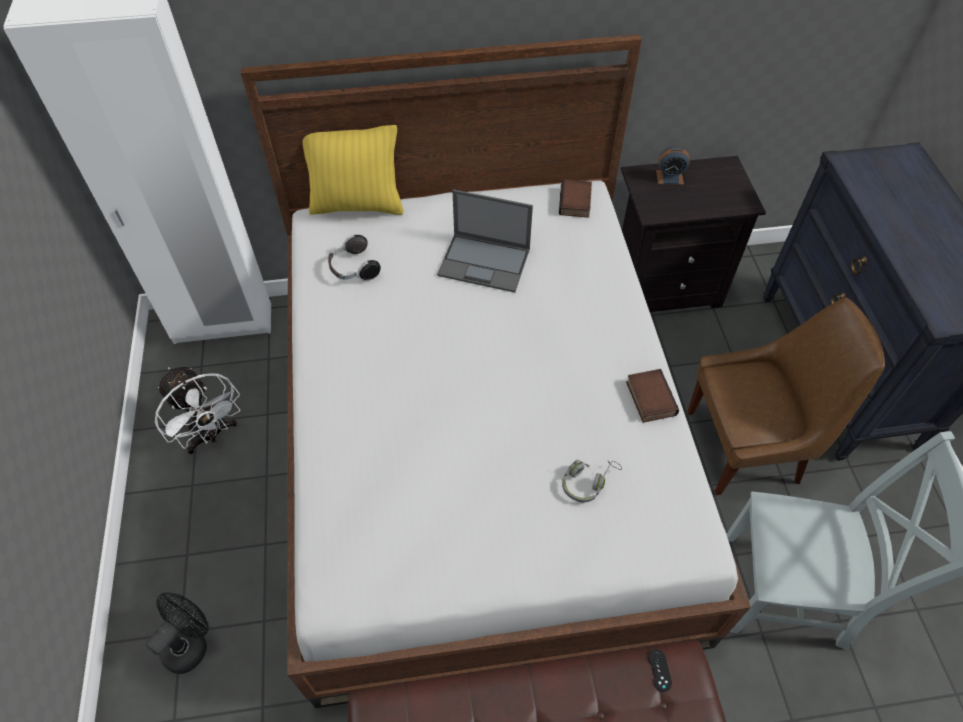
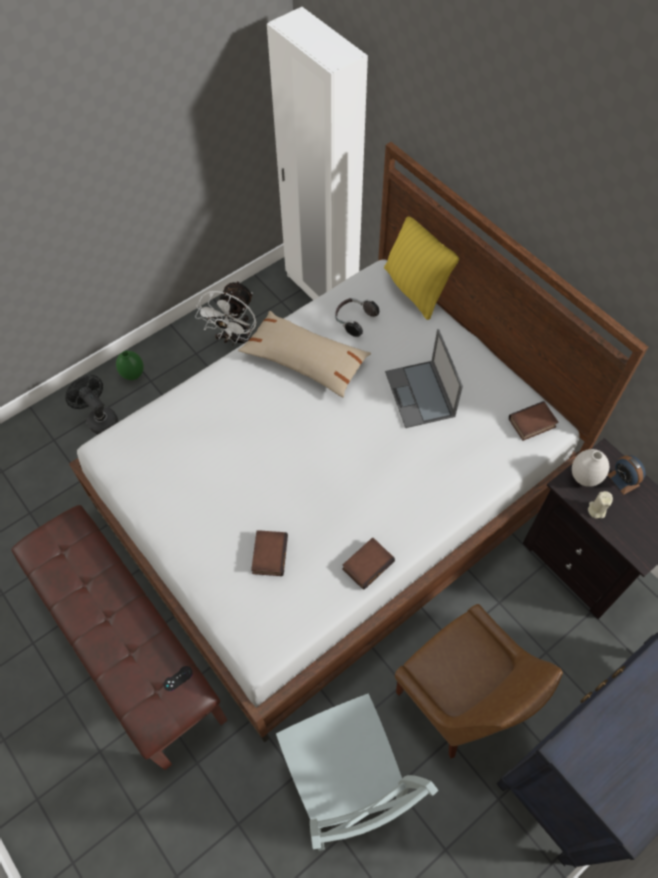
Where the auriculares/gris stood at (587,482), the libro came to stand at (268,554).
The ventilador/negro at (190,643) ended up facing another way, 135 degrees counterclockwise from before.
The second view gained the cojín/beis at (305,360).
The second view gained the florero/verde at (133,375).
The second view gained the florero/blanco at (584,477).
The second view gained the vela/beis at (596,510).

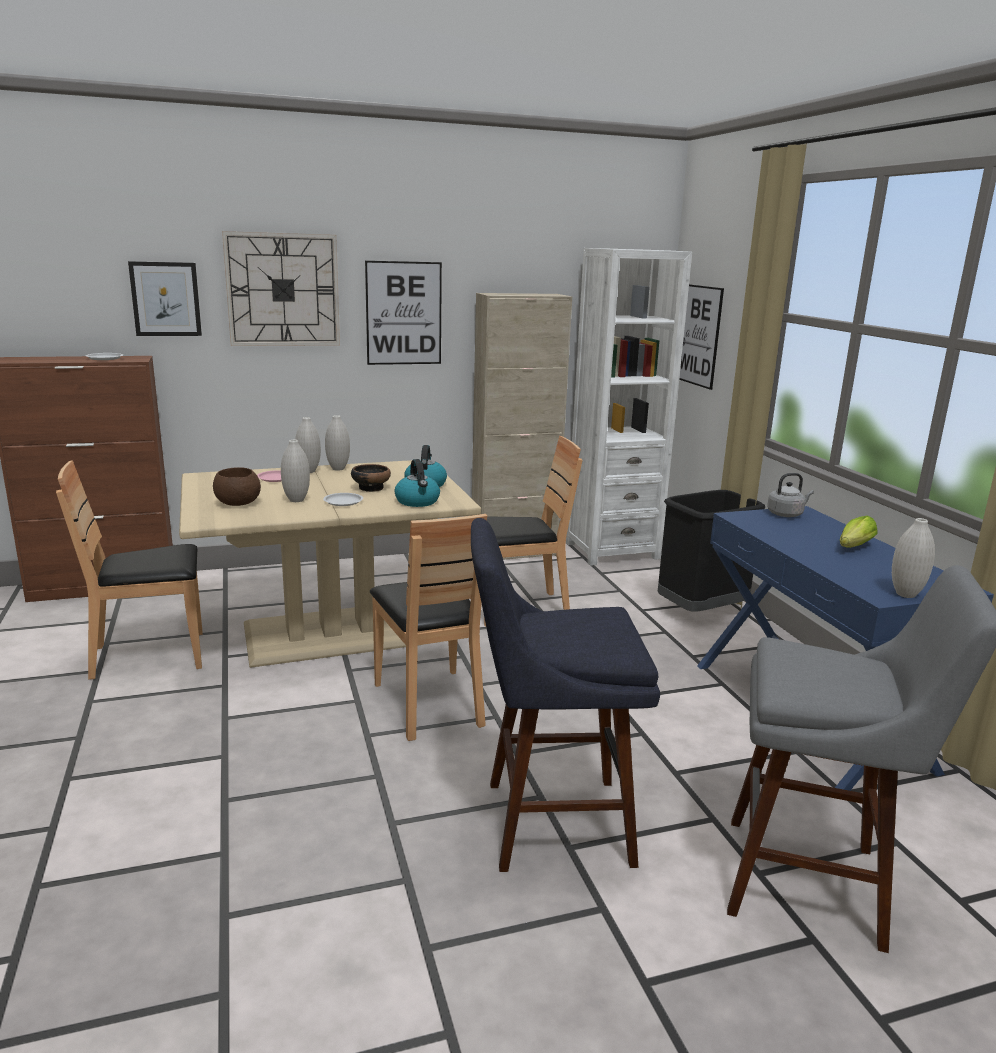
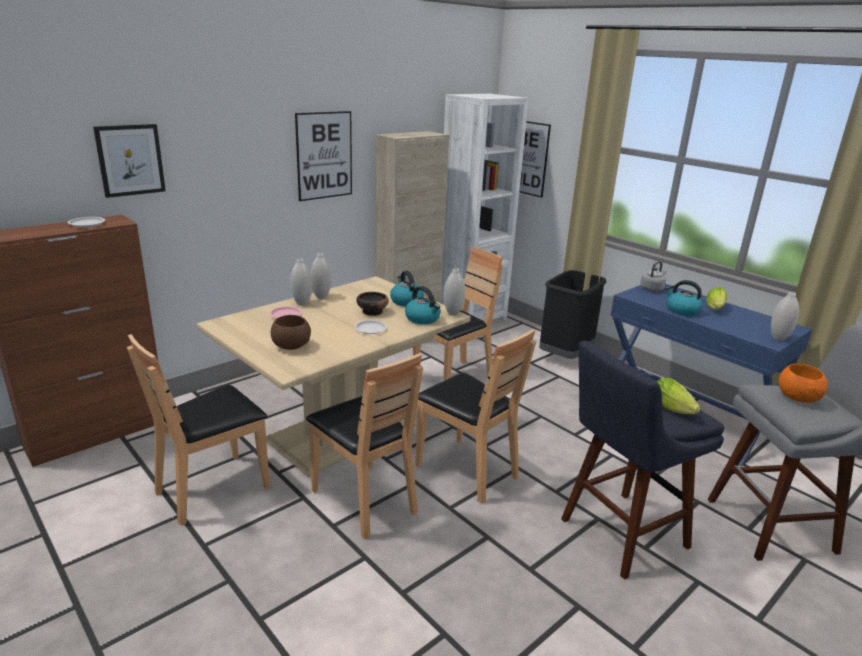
The second view lost the reloj de pared at (283,290).
The florero/blanco ended up elsewhere, having gone from (296,500) to (453,313).
The second view gained the hervidor at (682,310).
The second view gained the silla/marrón at (364,500).
The second view gained the cuenco/naranja at (796,398).
The second view gained the lechuga at (673,409).

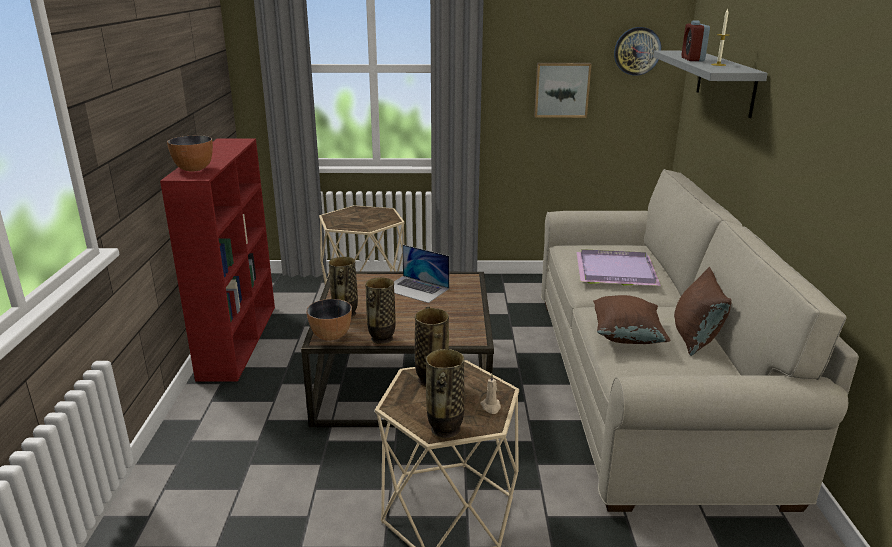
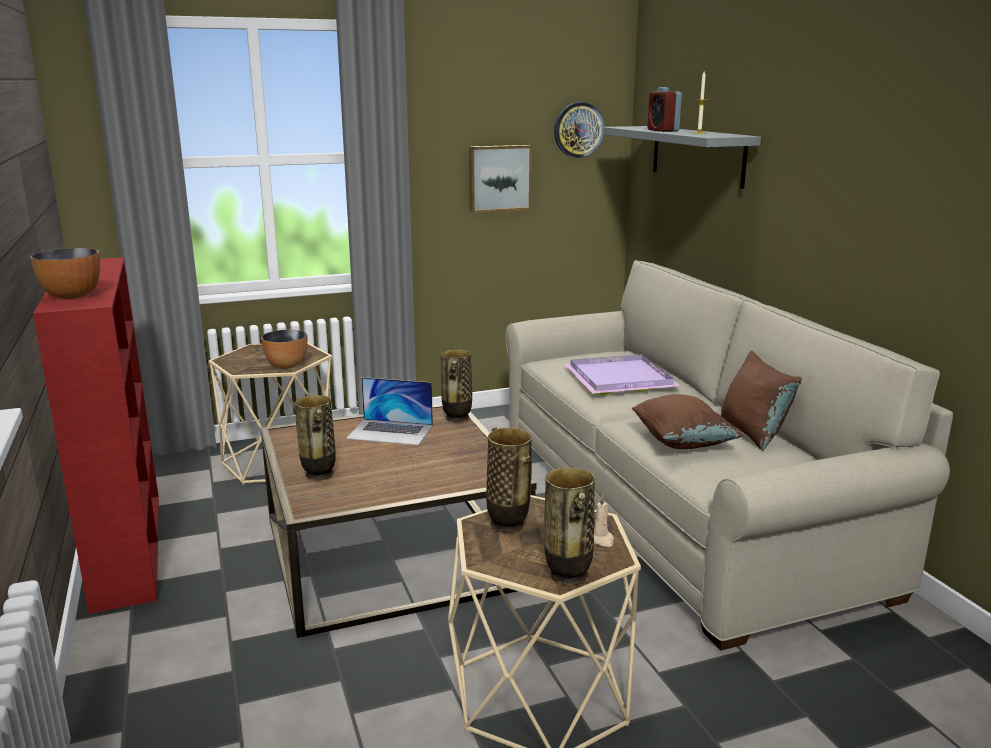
The florero ended up elsewhere, having gone from (381,339) to (457,418).
The cuenco ended up elsewhere, having gone from (331,336) to (286,365).

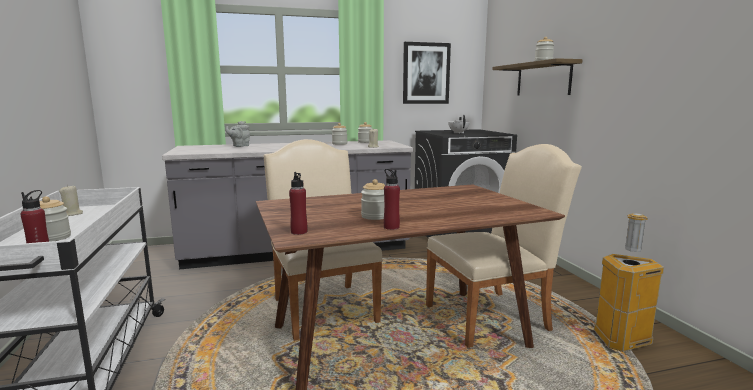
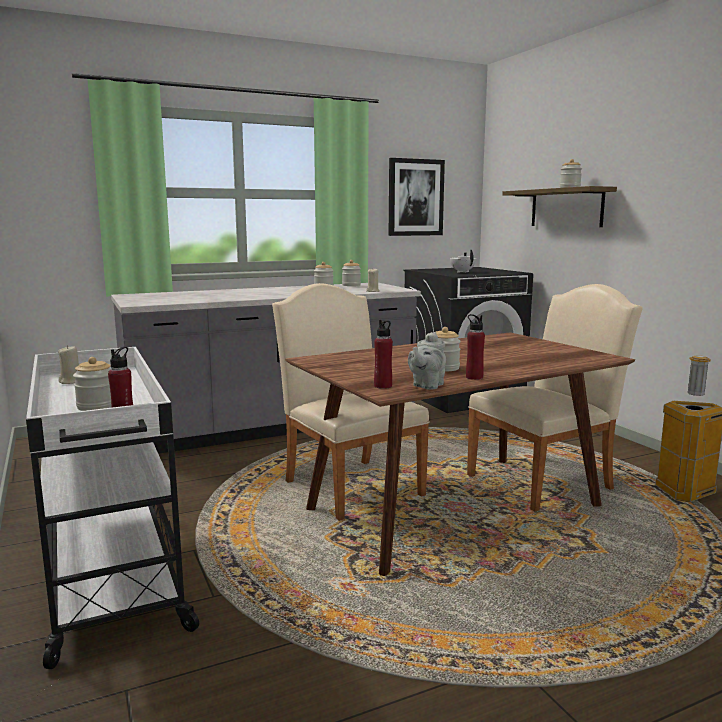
The tetera/gris ended up elsewhere, having gone from (239,146) to (427,386).

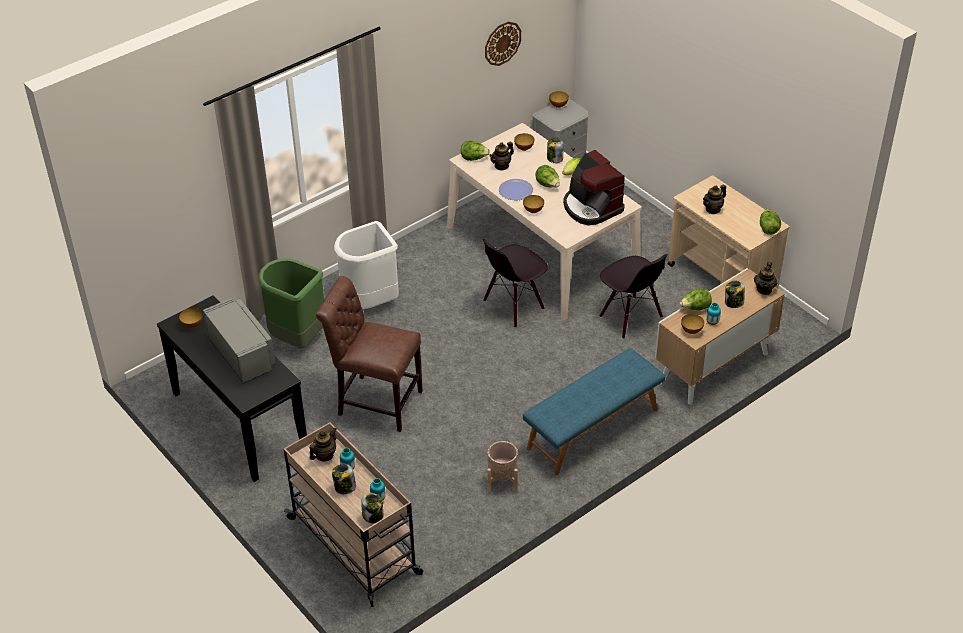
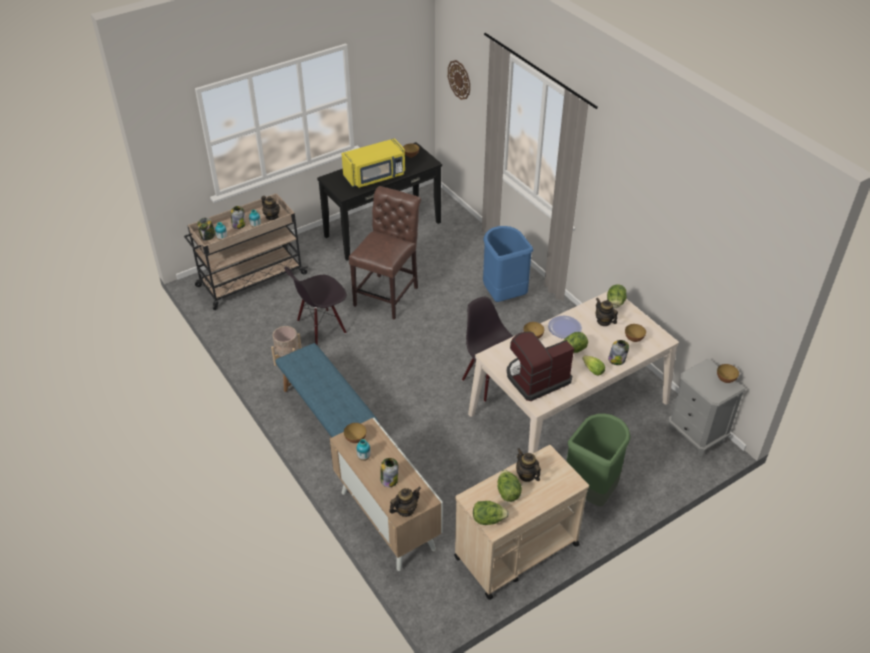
The reloj de pared ended up elsewhere, having gone from (502,43) to (459,79).
What was the papelera/blanco at (370,302) turned into the papelera/azul at (502,295).
The silla/negro ended up elsewhere, having gone from (630,317) to (321,327).
The papelera/verde ended up elsewhere, having gone from (297,338) to (590,490).
The tetera at (764,289) ended up facing another way, 120 degrees clockwise from before.
The lechuga ended up elsewhere, having gone from (695,308) to (508,492).
What was the microondas/gris at (242,354) turned into the microondas/amarillo at (375,176).

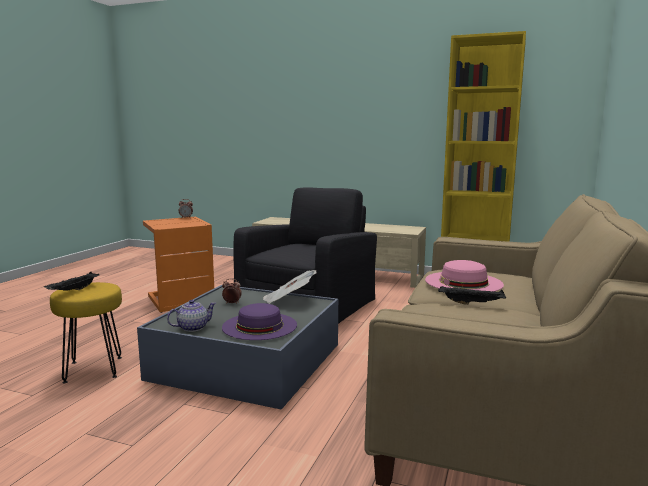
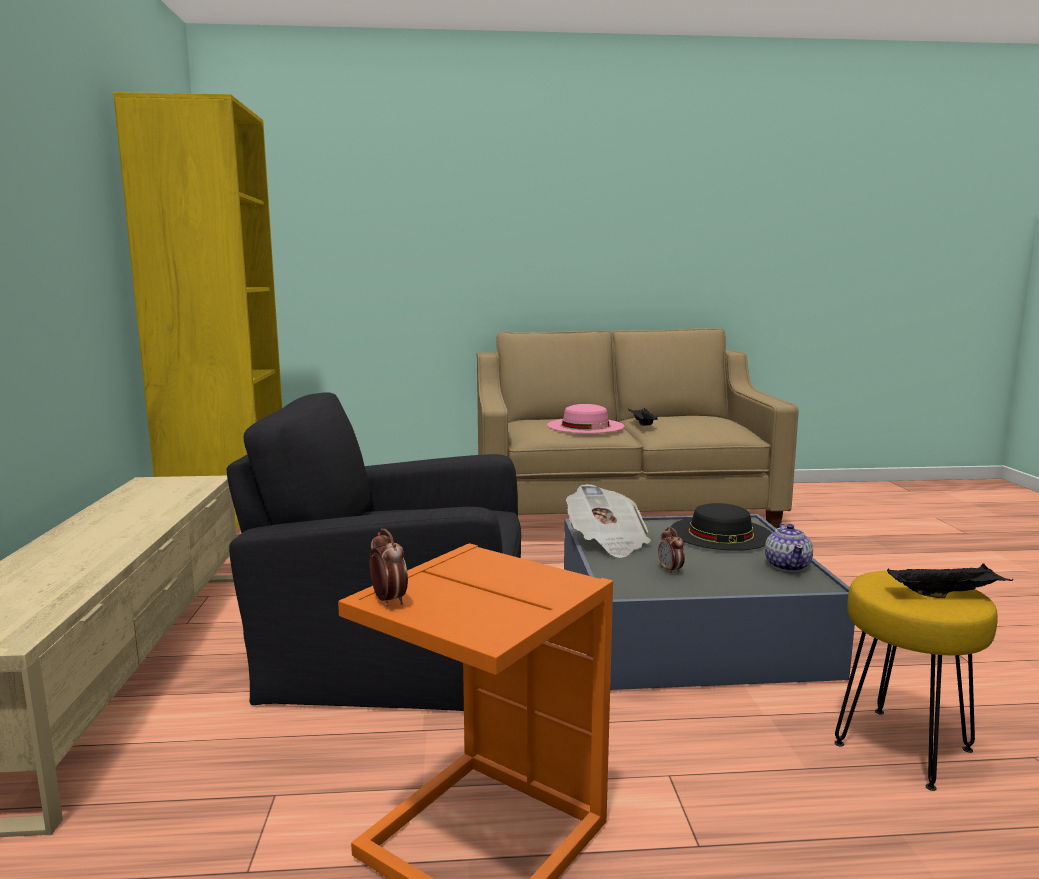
The tetera at (192,328) ended up facing another way, 120 degrees counterclockwise from before.
What was the sombrero/morado at (259,326) turned into the sombrero/negro at (721,533).

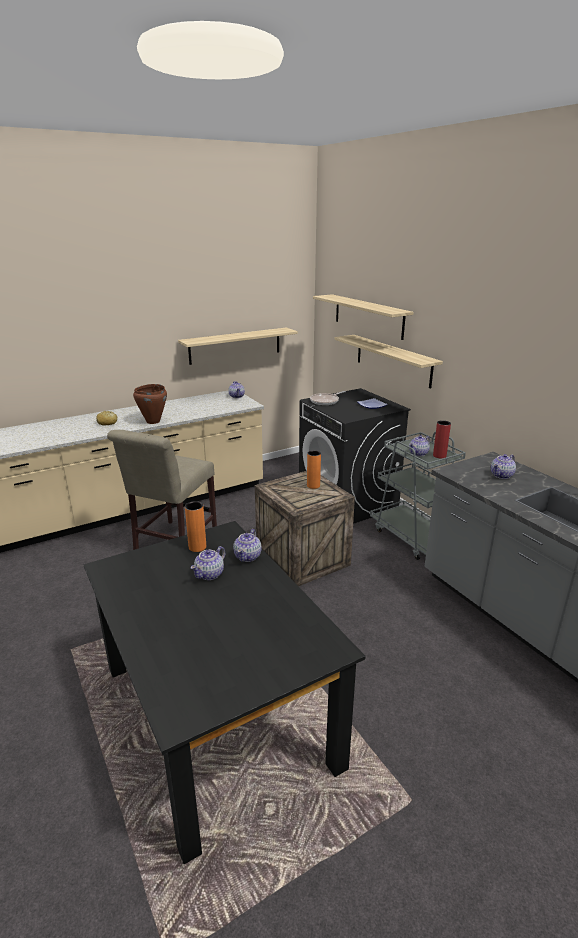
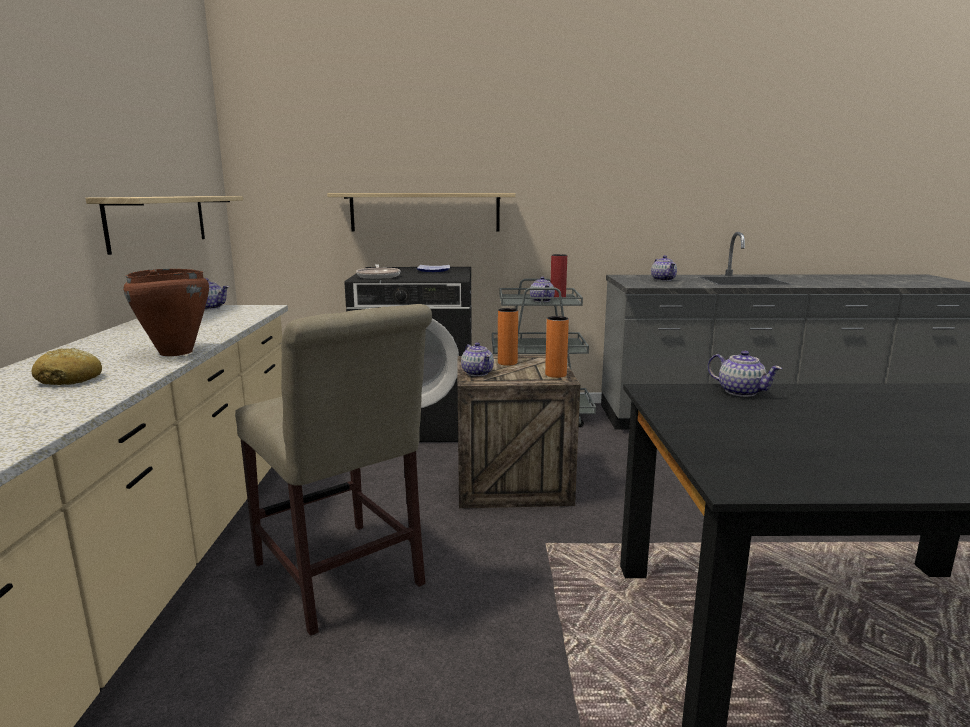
The second view lost the estante at (368,316).
The florero/naranja ended up elsewhere, having gone from (197,547) to (555,374).
The tetera ended up elsewhere, having gone from (210,574) to (477,373).

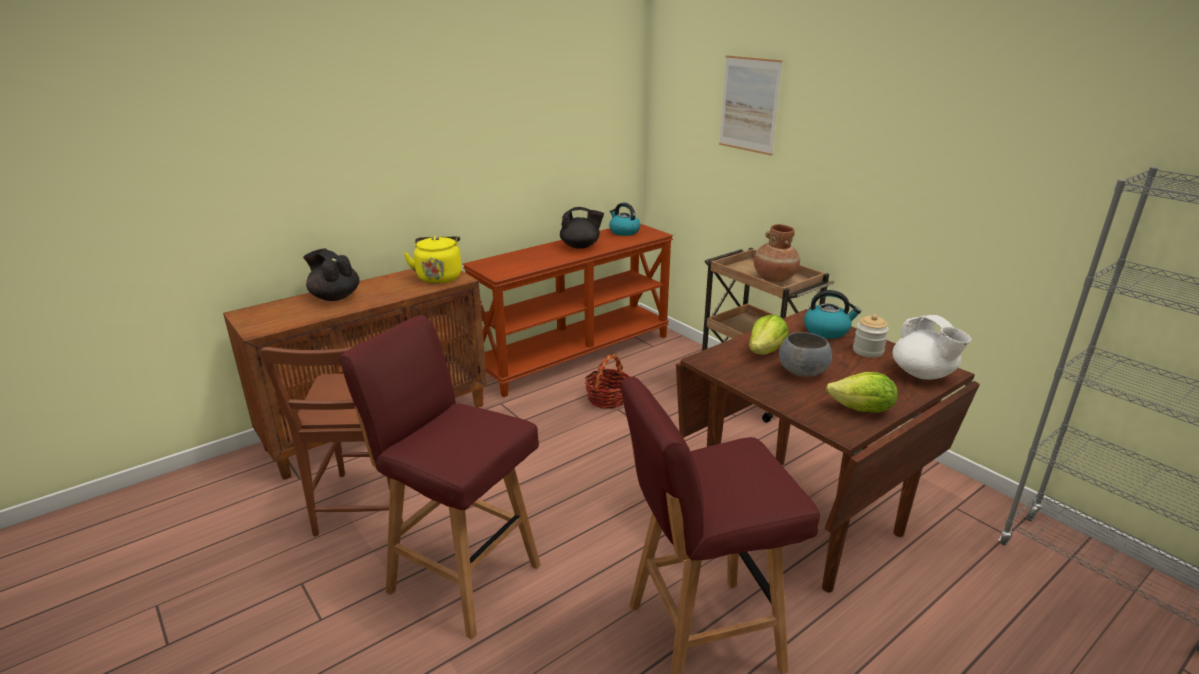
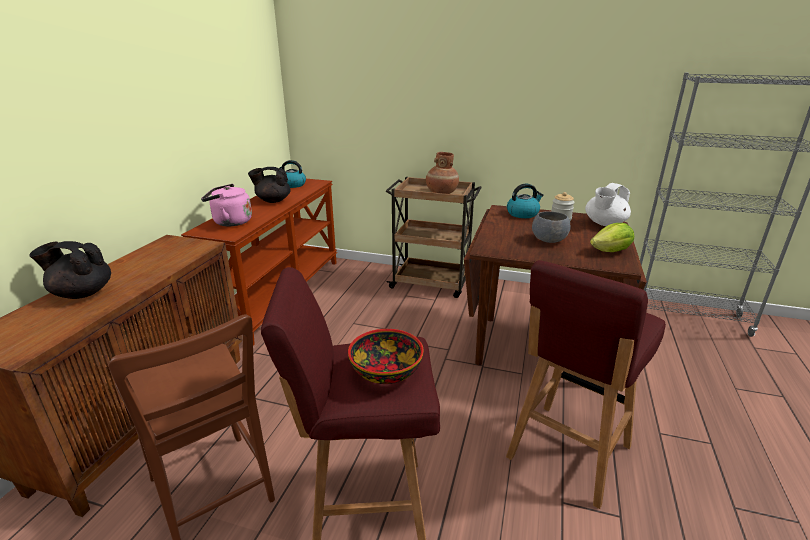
The second view lost the cuadro at (749,104).
The tetera/negro at (581,246) ended up facing another way, 150 degrees counterclockwise from before.
The second view lost the hervidor/amarillo at (439,277).
The second view lost the lechuga at (766,351).
The tetera/blanco at (923,374) ended up facing another way, 105 degrees clockwise from before.
The second view lost the cesta at (607,399).
The second view gained the hervidor/rosa at (230,222).
The second view gained the cuenco at (385,371).

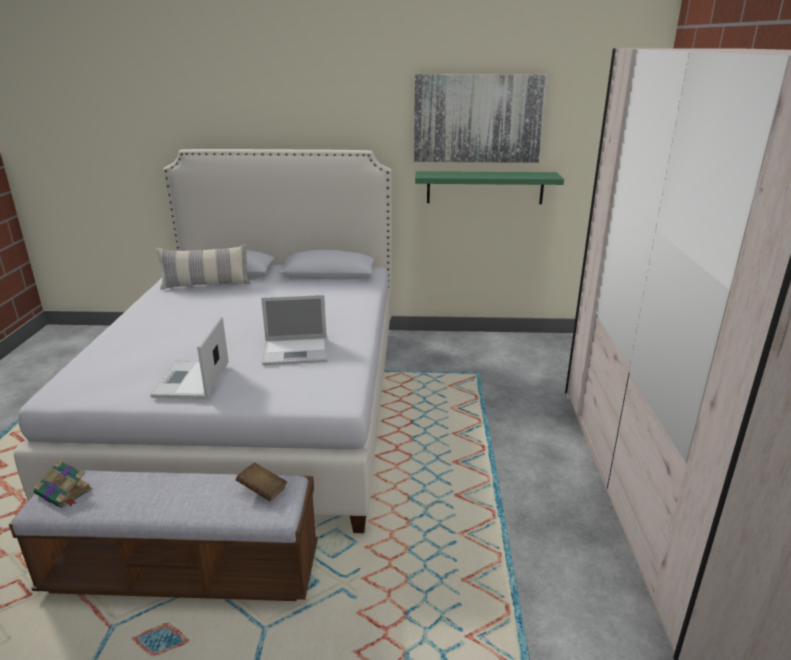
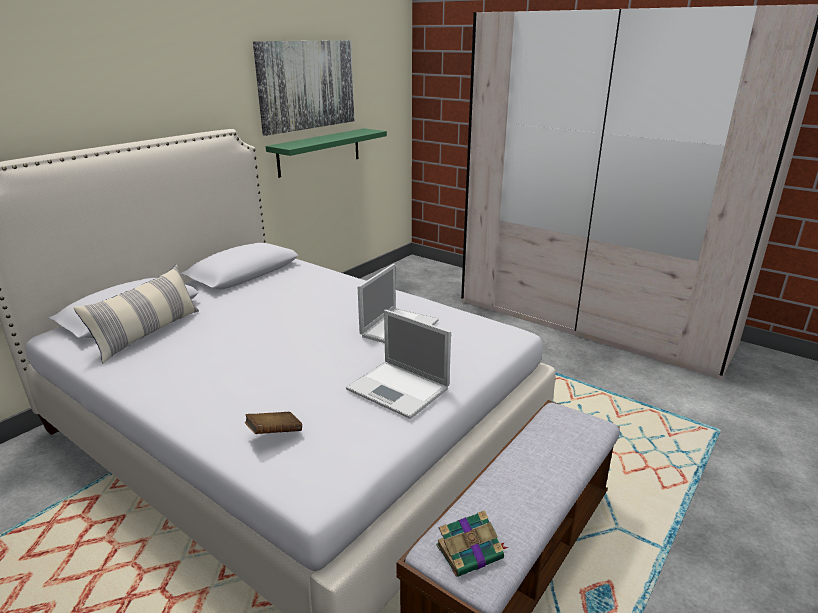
The libro/marrón ended up elsewhere, having gone from (262,491) to (274,434).

